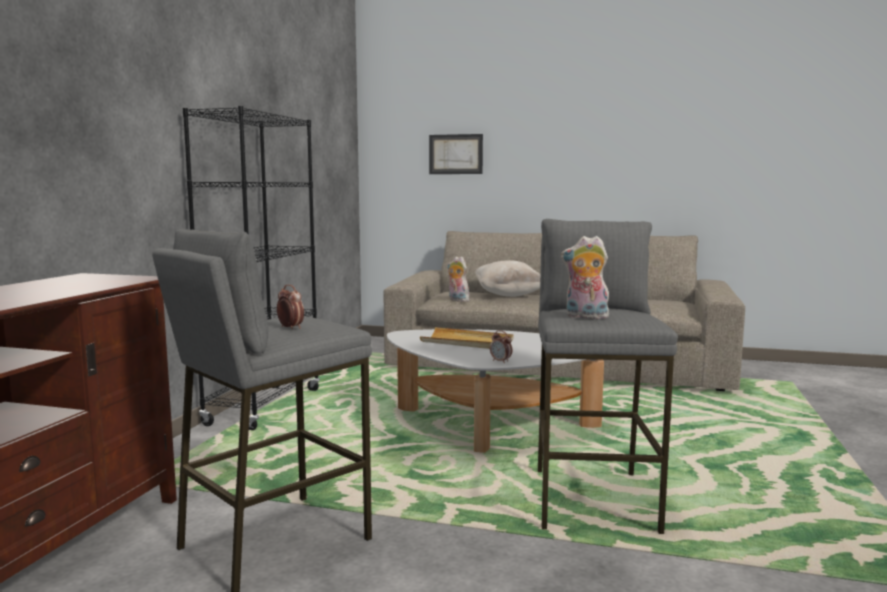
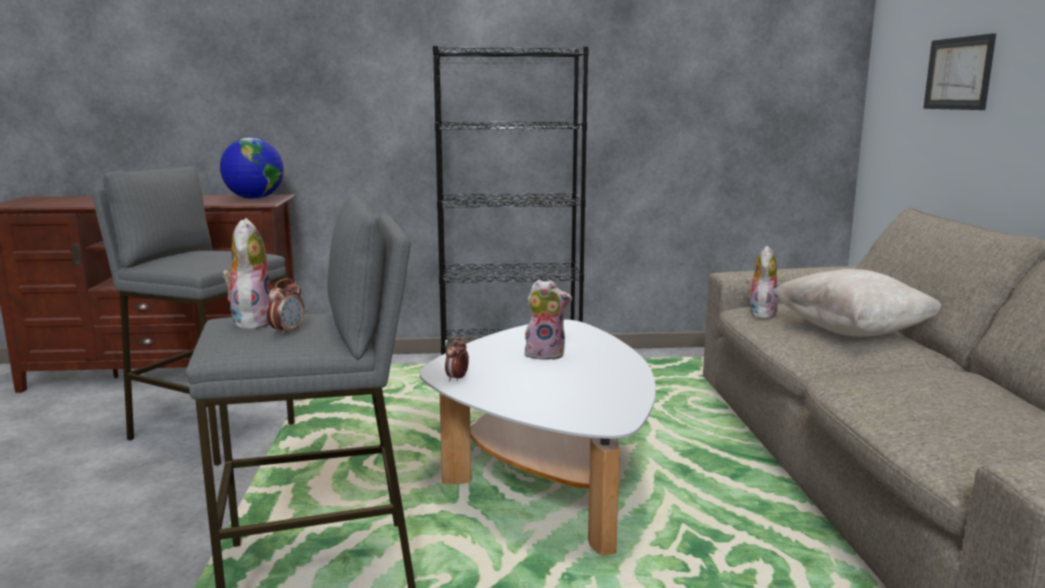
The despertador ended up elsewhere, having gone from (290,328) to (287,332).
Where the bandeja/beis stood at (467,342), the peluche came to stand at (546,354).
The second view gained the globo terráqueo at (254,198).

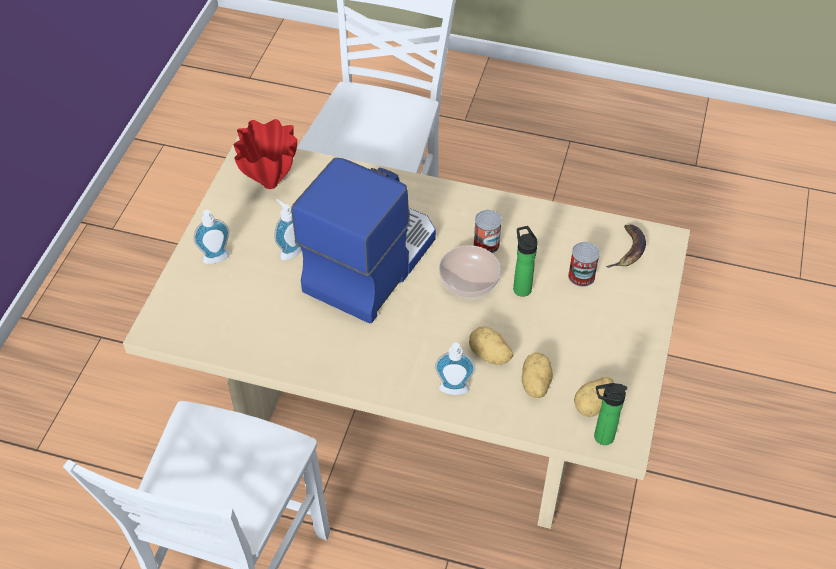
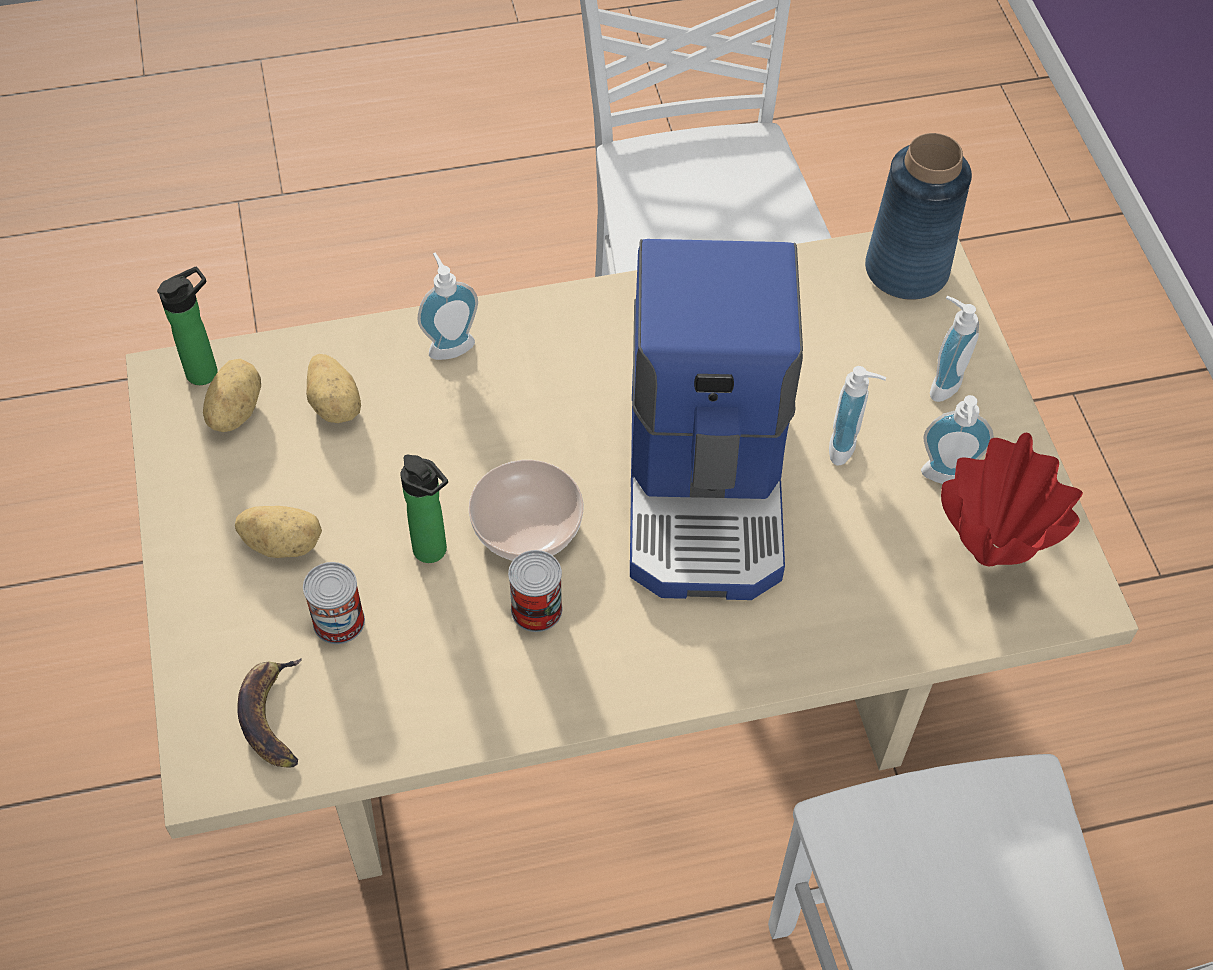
The patata ended up elsewhere, having gone from (489,355) to (283,542).
The second view gained the florero/azul at (906,269).
The second view gained the dispensador de jabón at (946,479).

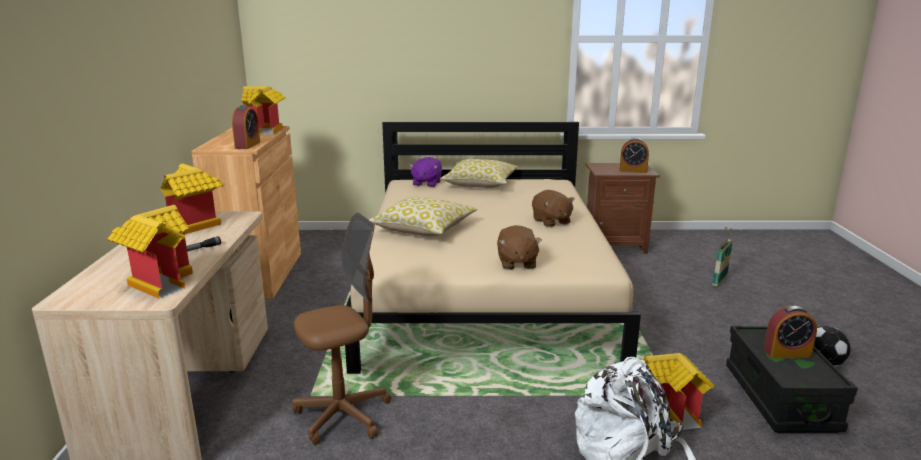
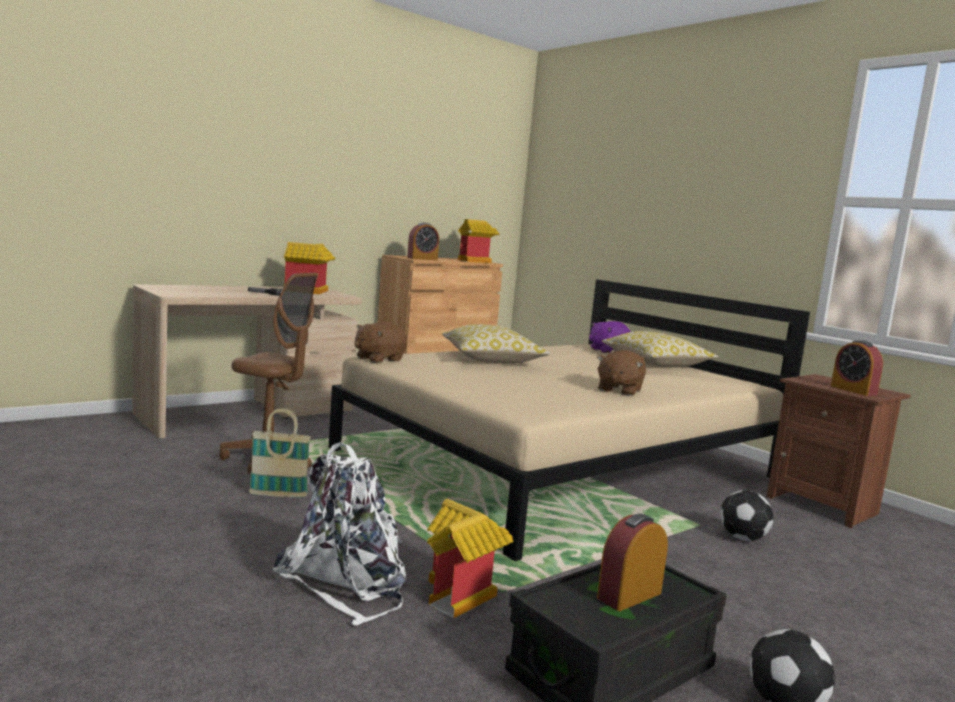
The second view lost the casita at (159,282).
The peluche/marrón ended up elsewhere, having gone from (516,263) to (378,359).
The cesta ended up elsewhere, having gone from (719,281) to (278,495).
The despertador at (787,352) ended up facing another way, 90 degrees clockwise from before.
The second view gained the balón de fútbol at (743,538).

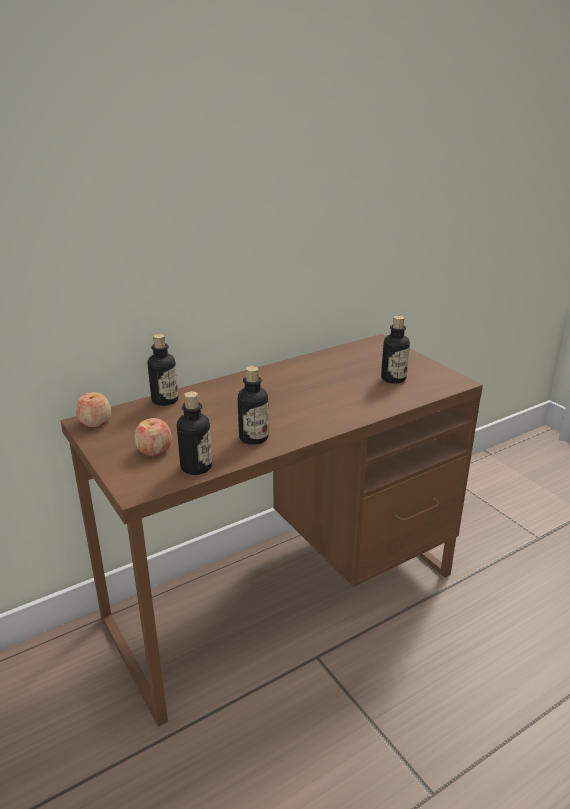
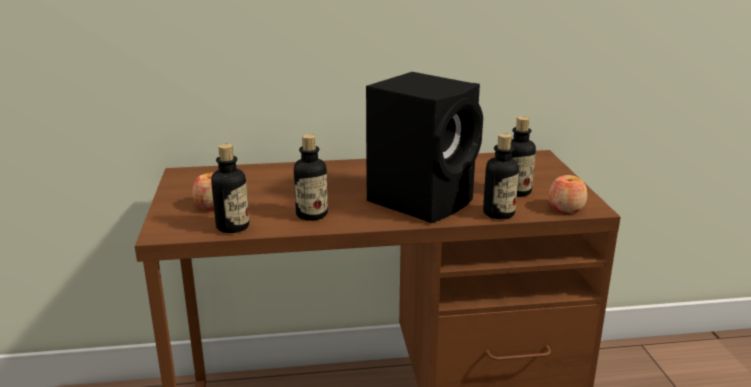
The botella ended up elsewhere, having gone from (165,400) to (498,213).
The manzana ended up elsewhere, having gone from (95,422) to (566,208).
The second view gained the altavoz/negro at (423,200).

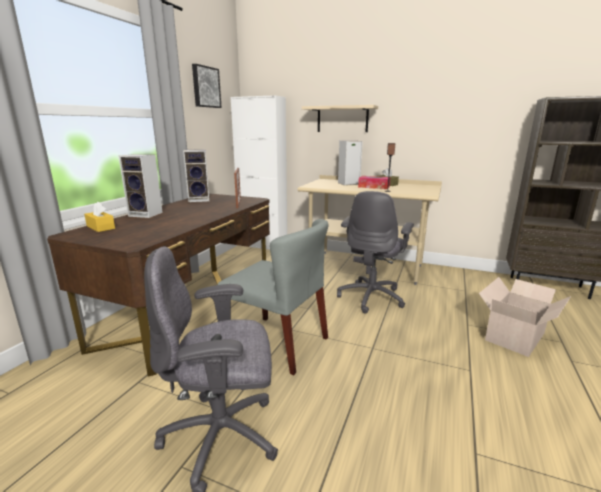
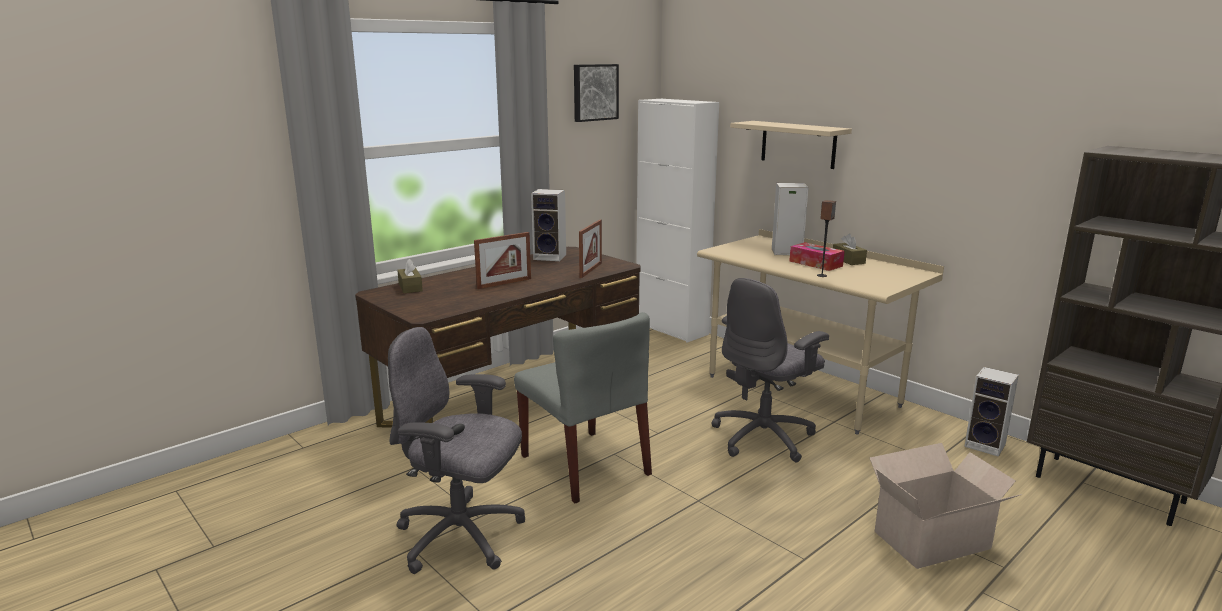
The altavoz ended up elsewhere, having gone from (147,214) to (986,446).
What was the caja de pañuelos/amarillo at (100,227) turned into the caja de pañuelos/marrón at (410,287).
The second view gained the portarretratos at (504,283).

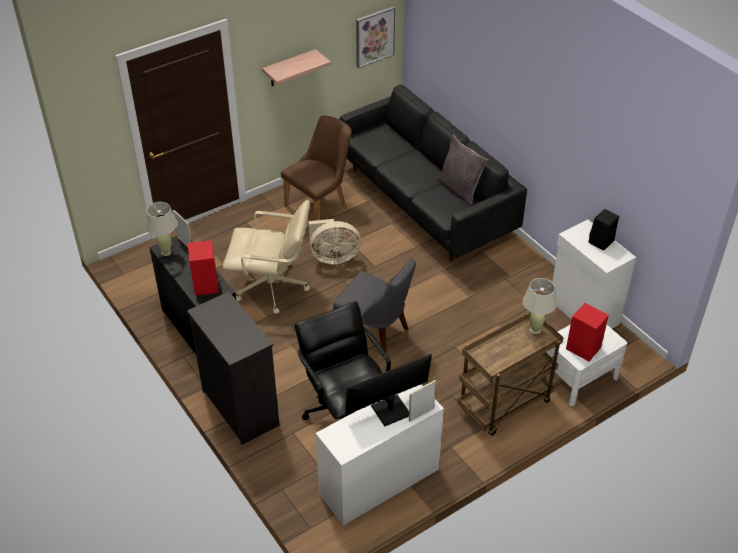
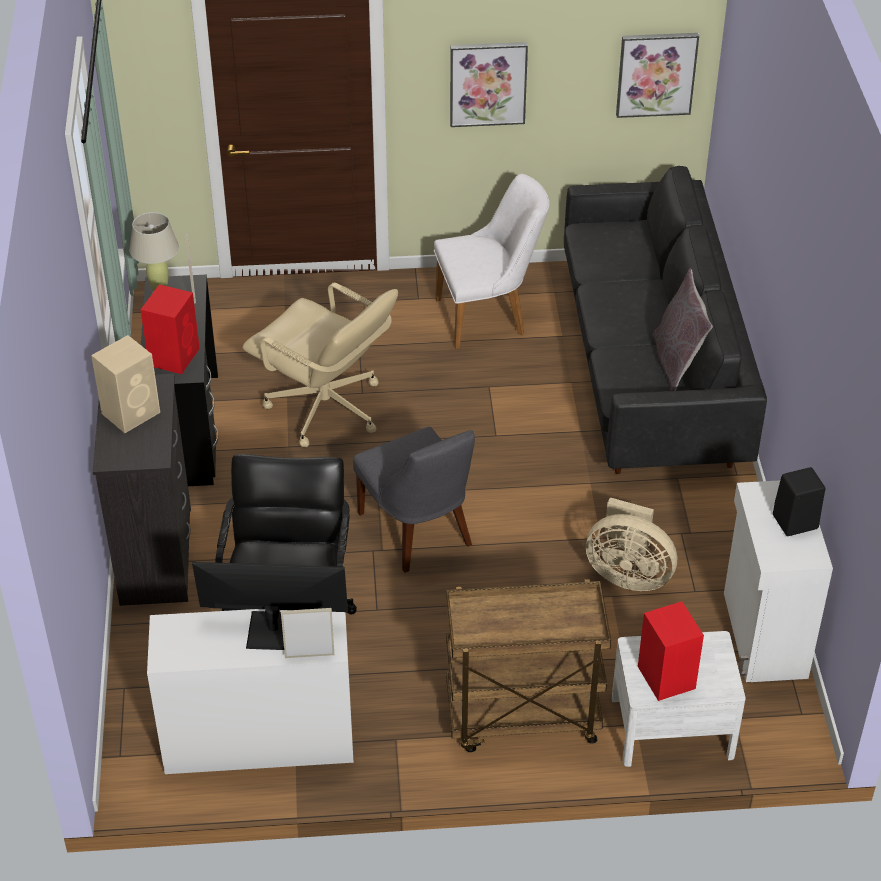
Where the estante hung at (289,68), the cuadro came to hang at (488,83).
What was the silla/marrón at (321,205) turned into the silla/blanco at (489,316).
The ventilador/beis ended up elsewhere, having gone from (333,257) to (628,574).
The second view lost the lámpara de mesa/beis at (535,329).
The second view gained the altavoz/beis at (132,412).

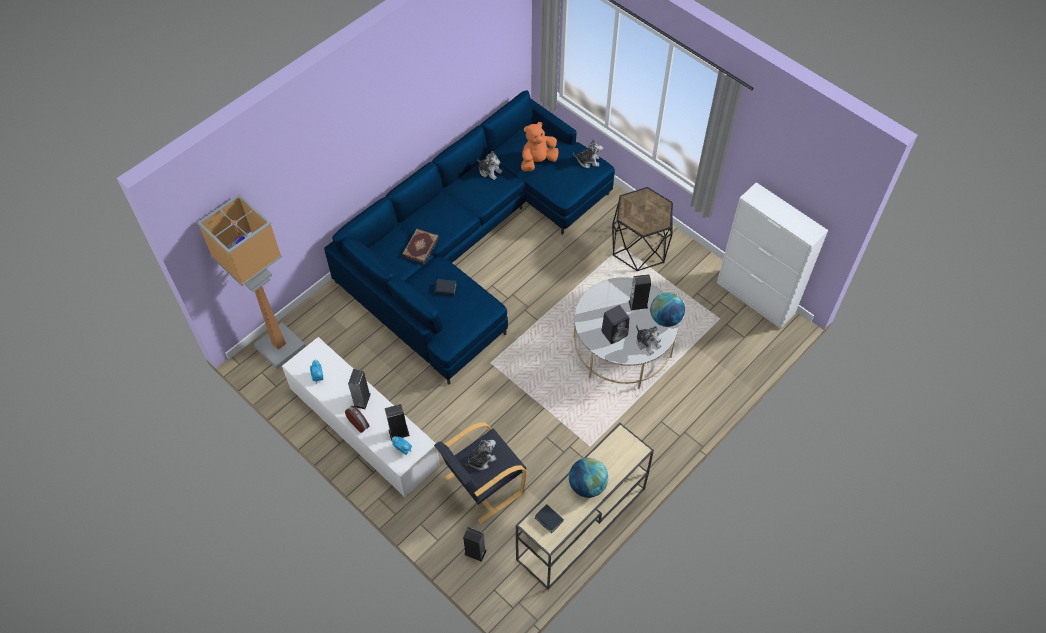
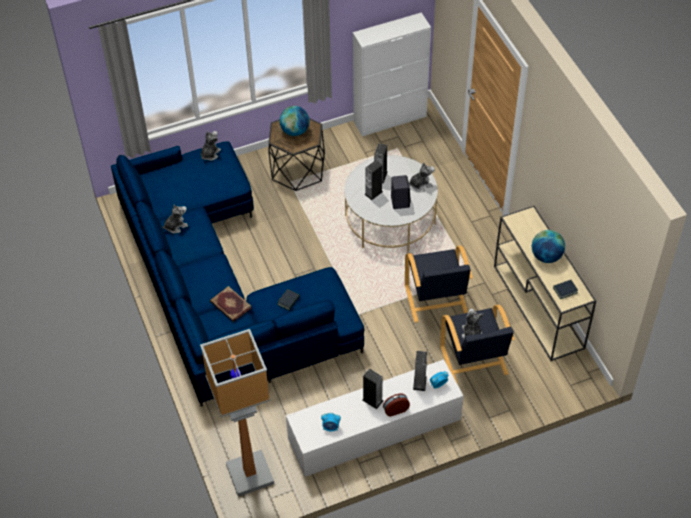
The second view lost the peluche/naranja at (538,161).
The globo terráqueo ended up elsewhere, having gone from (665,319) to (295,131).
The altavoz ended up elsewhere, having gone from (475,552) to (373,193).
The second view gained the sillón/negro at (436,300).

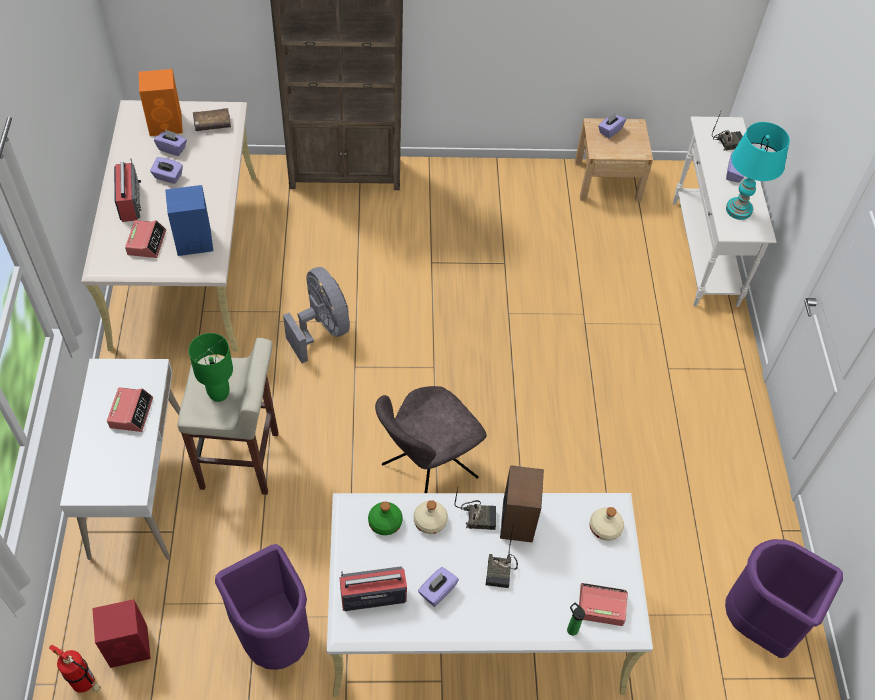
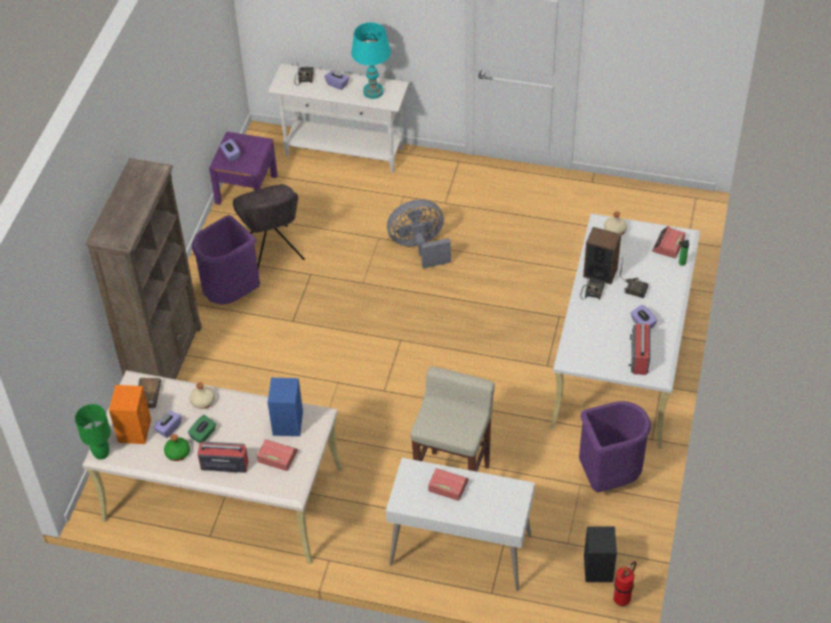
What was the mesita de noche/beis at (607,180) turned into the mesita de noche/morado at (246,189).
What was the caja de pañuelos/morado at (168,177) turned into the caja de pañuelos/verde at (203,434).
The ventilador/gris ended up elsewhere, having gone from (322,329) to (420,247).
The lámpara de mesa/verde ended up elsewhere, having gone from (219,394) to (101,453).
The silla/gris ended up elsewhere, having gone from (426,473) to (272,252).
The botella/beis ended up elsewhere, having gone from (430,521) to (203,401).
The botella/verde ended up elsewhere, having gone from (385,522) to (177,452).
The papelera/morado ended up elsewhere, having gone from (759,625) to (232,294).
What was the altavoz/rojo at (130,646) turned into the altavoz/negro at (598,568).

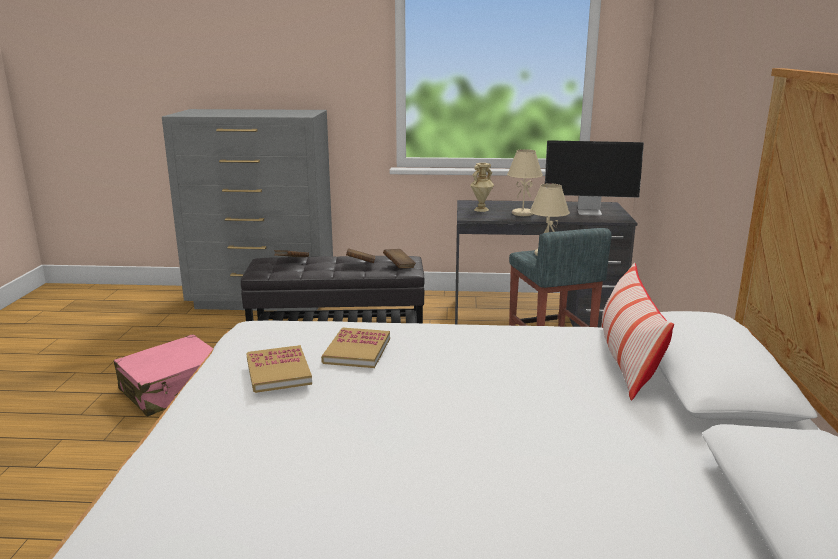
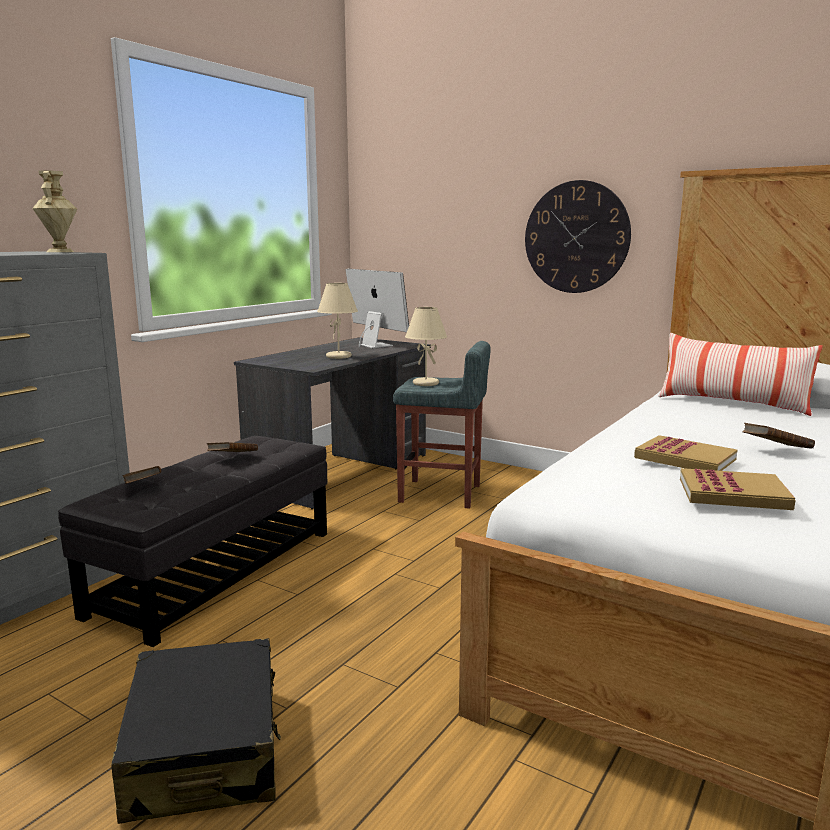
The monitor at (590,212) ended up facing another way, 75 degrees counterclockwise from before.
The florero/beis ended up elsewhere, having gone from (481,210) to (61,252).
The libro/marrón ended up elsewhere, having gone from (399,266) to (775,450).
What was the maleta/rosa at (174,389) turned into the maleta/negro at (205,750).
The second view gained the reloj de pared at (576,237).

